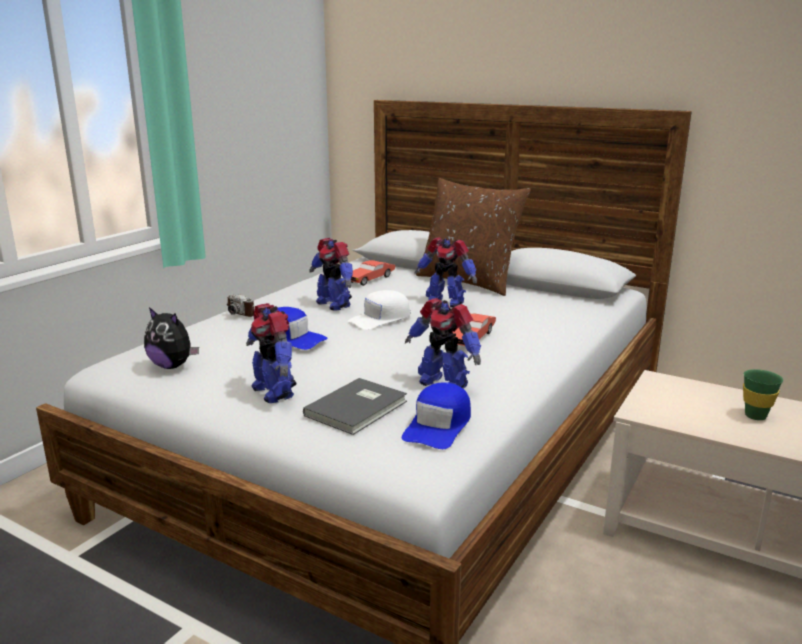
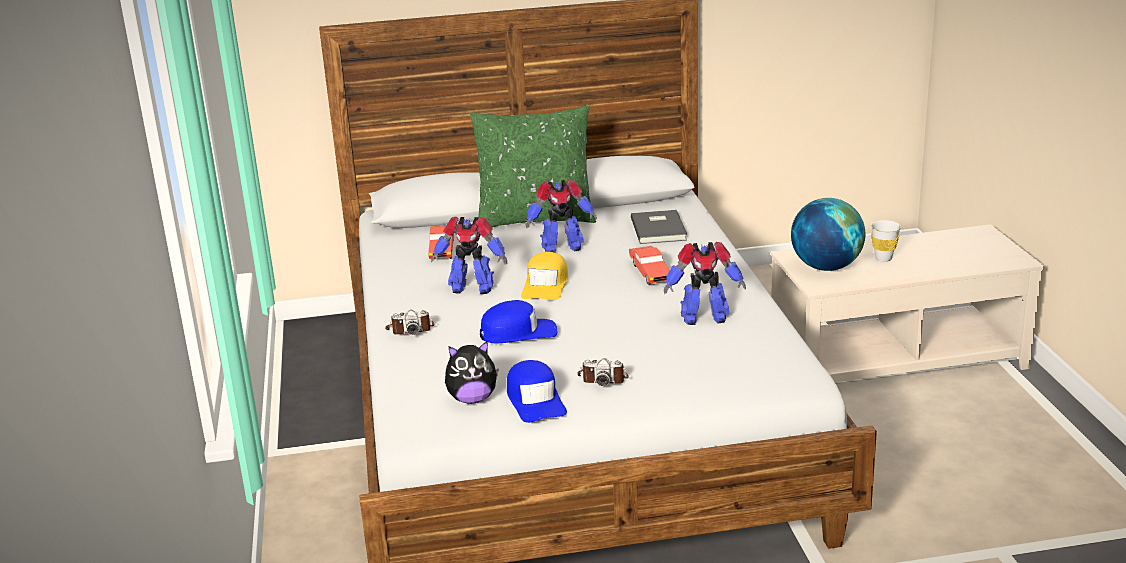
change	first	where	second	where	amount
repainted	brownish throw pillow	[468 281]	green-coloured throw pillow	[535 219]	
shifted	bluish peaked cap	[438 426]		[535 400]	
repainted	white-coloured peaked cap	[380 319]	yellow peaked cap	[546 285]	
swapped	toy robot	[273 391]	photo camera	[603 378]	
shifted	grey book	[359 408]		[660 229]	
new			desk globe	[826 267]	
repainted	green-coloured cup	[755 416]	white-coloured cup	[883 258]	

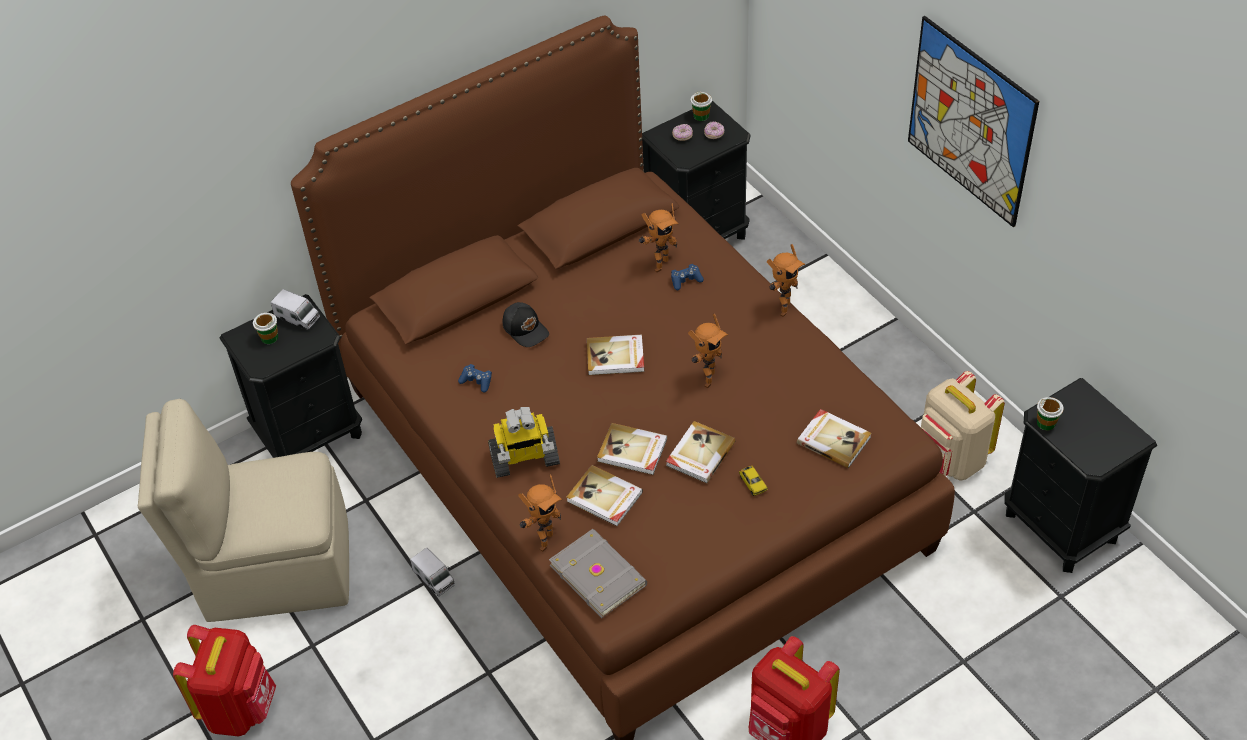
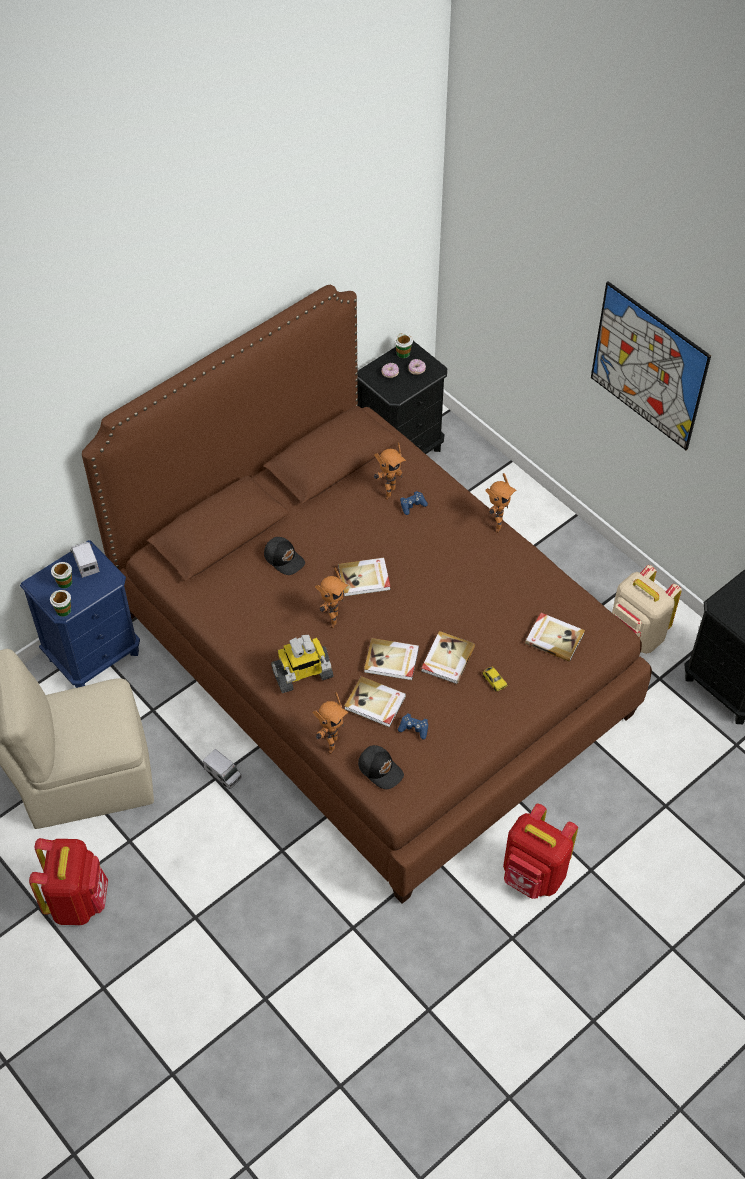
change	first	where	second	where	amount
repainted	black-coloured night table	[310 434]	bluish night table	[94 655]	
shifted	cup	[1046 423]		[63 610]	
rotated	toy lorry	[297 317]		[85 562]	135 degrees counterclockwise
shifted	toy robot	[706 379]		[331 620]	
swapped	grey book	[599 574]	black-coloured peaked cap	[380 769]	
shifted	bluish gamepad	[476 381]		[414 728]	

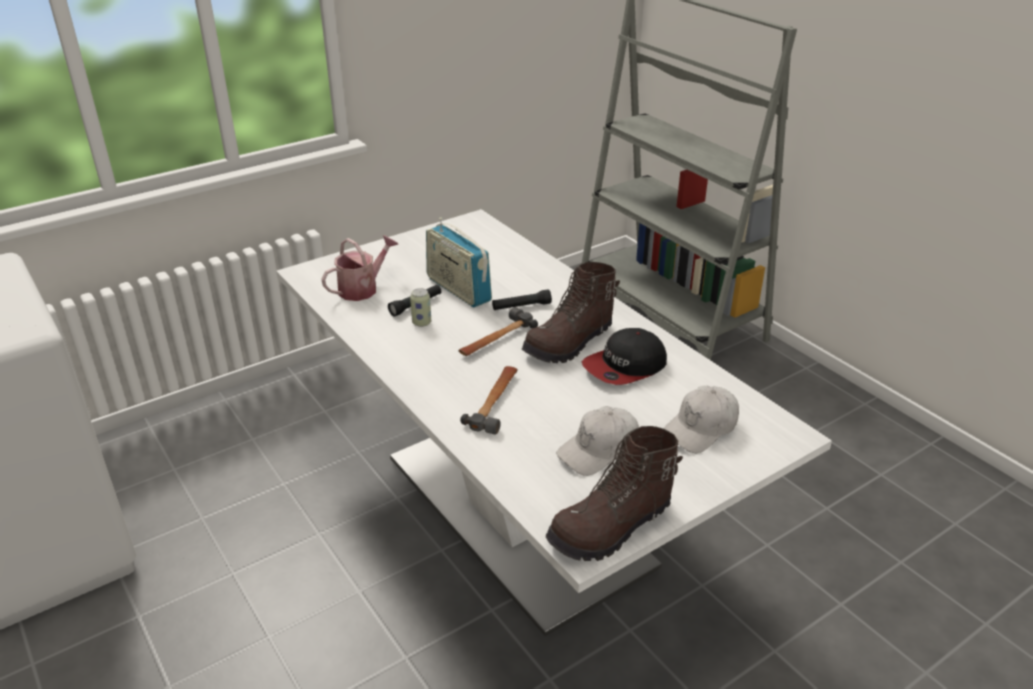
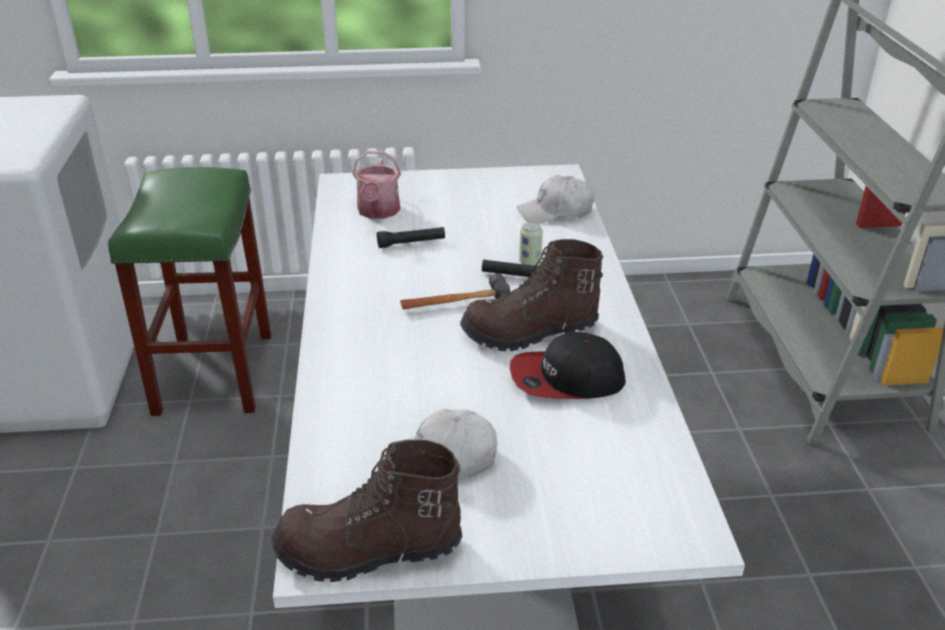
change	first	where	second	where	amount
new			green-coloured sitting stool	[213 372]	
rotated	watering pot	[362 288]		[378 212]	105 degrees clockwise
shifted	white-coloured peaked cap	[701 428]		[556 211]	
shifted	sealed can	[421 323]		[530 262]	
gone	radio receiver	[458 289]			
gone	hammer	[495 402]			

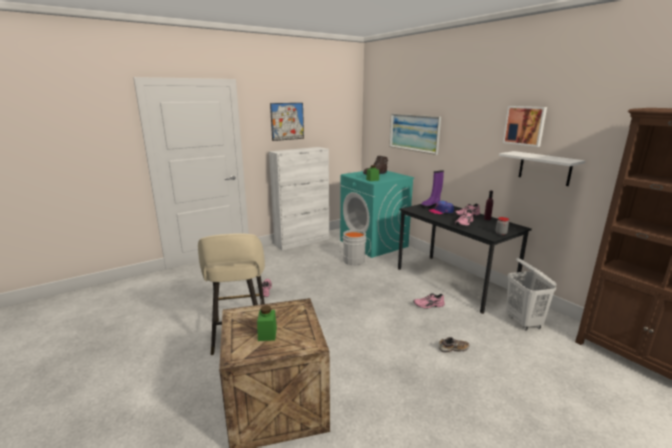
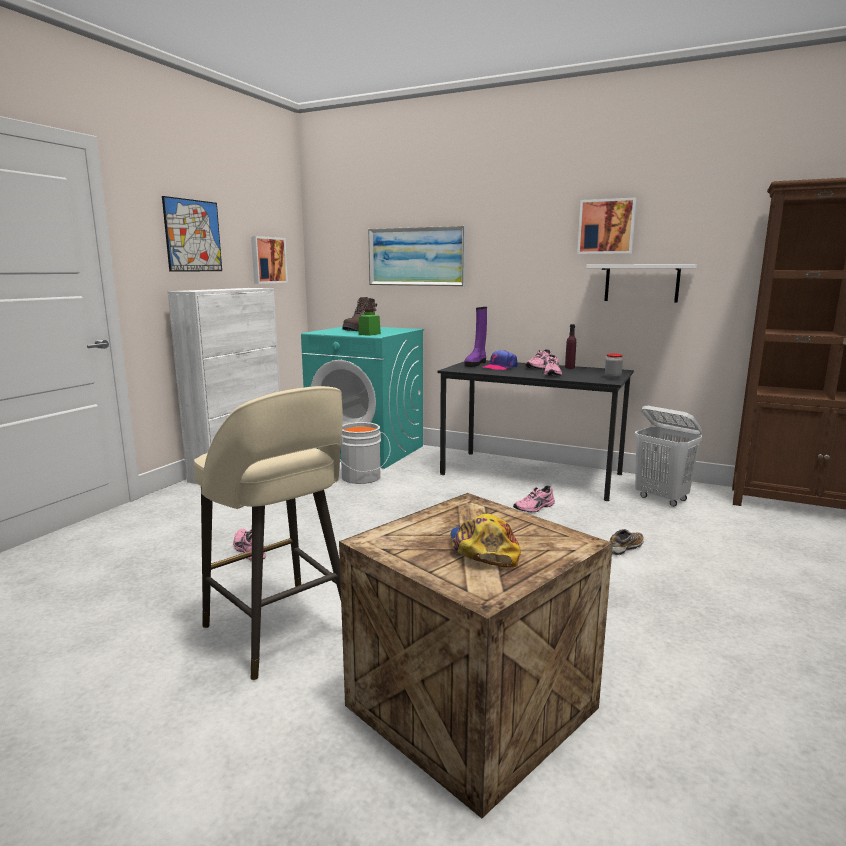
change	first	where	second	where	amount
new			picture	[267 260]	
swapped	green-coloured preserve jar	[267 334]	peaked cap	[483 550]	

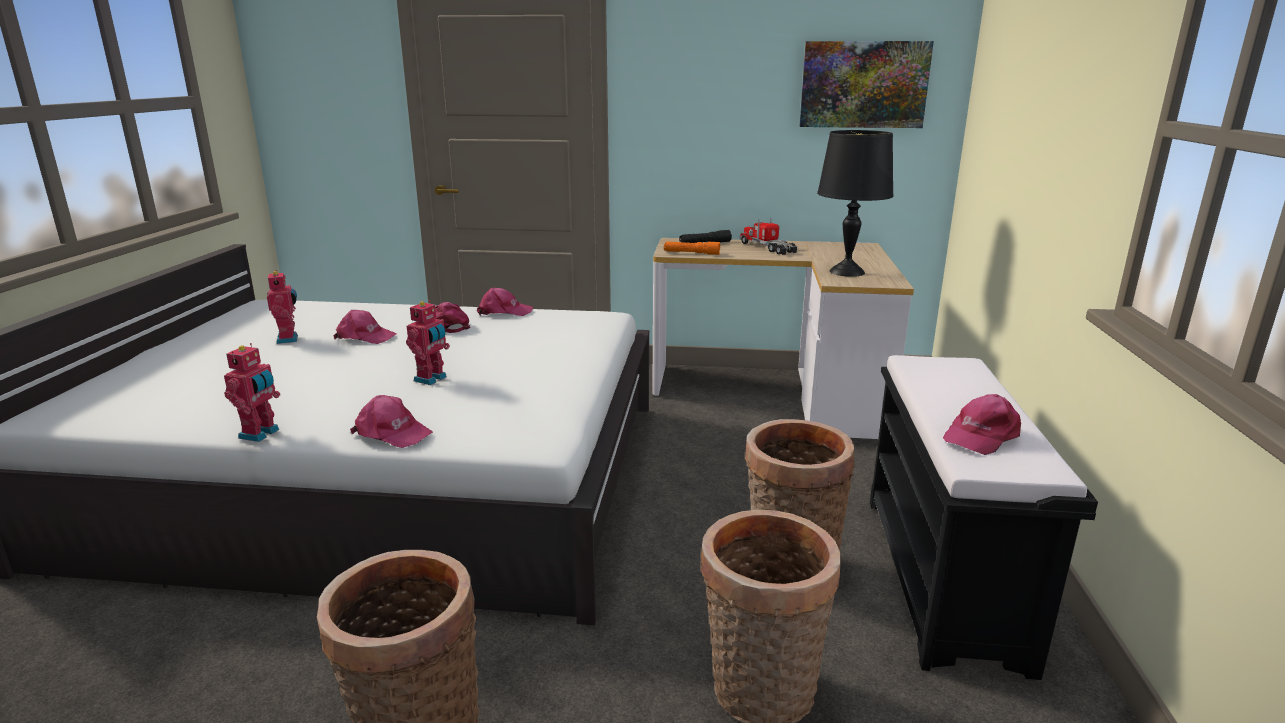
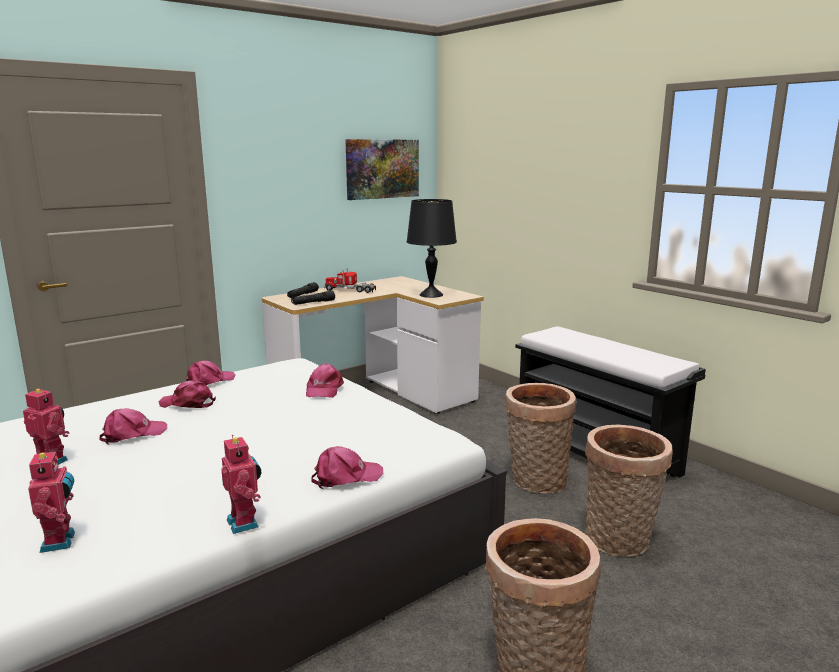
change	first	where	second	where	amount
shifted	toy robot	[432 379]		[61 541]	
repainted	orange-coloured torch	[691 253]	black-coloured torch	[313 303]	
shifted	pink-coloured peaked cap	[981 435]		[323 389]	

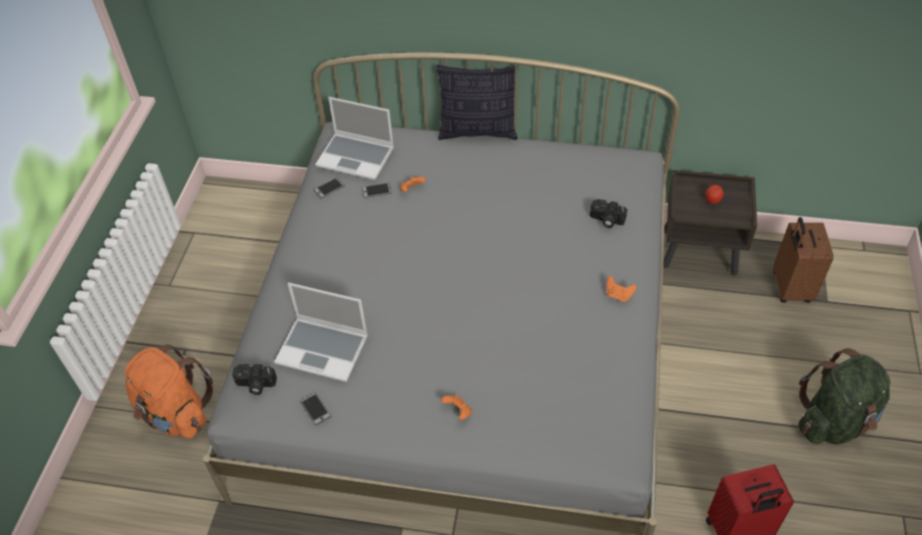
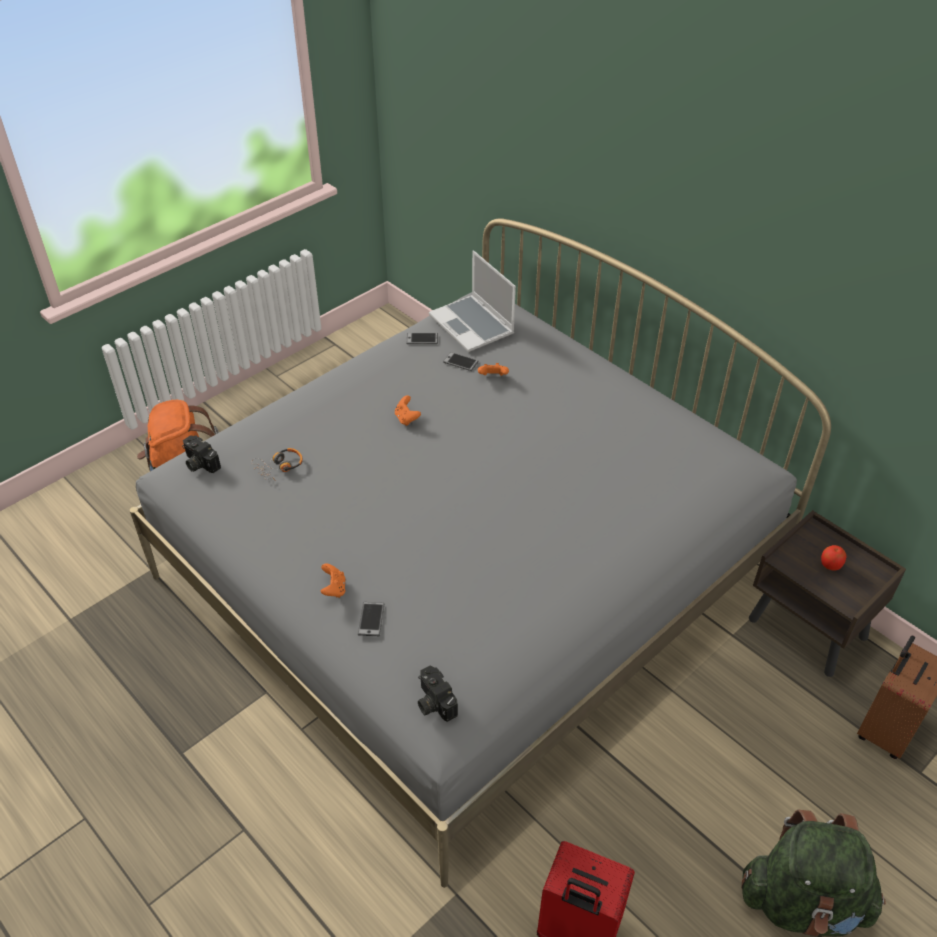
change	first	where	second	where	amount
swapped	notebook computer	[324 349]	headset	[279 467]	
shifted	telephone	[315 409]		[371 619]	
shifted	orange-coloured gamepad	[618 295]		[406 418]	
shifted	photo camera	[606 220]		[433 702]	
gone	throw pillow	[478 132]			

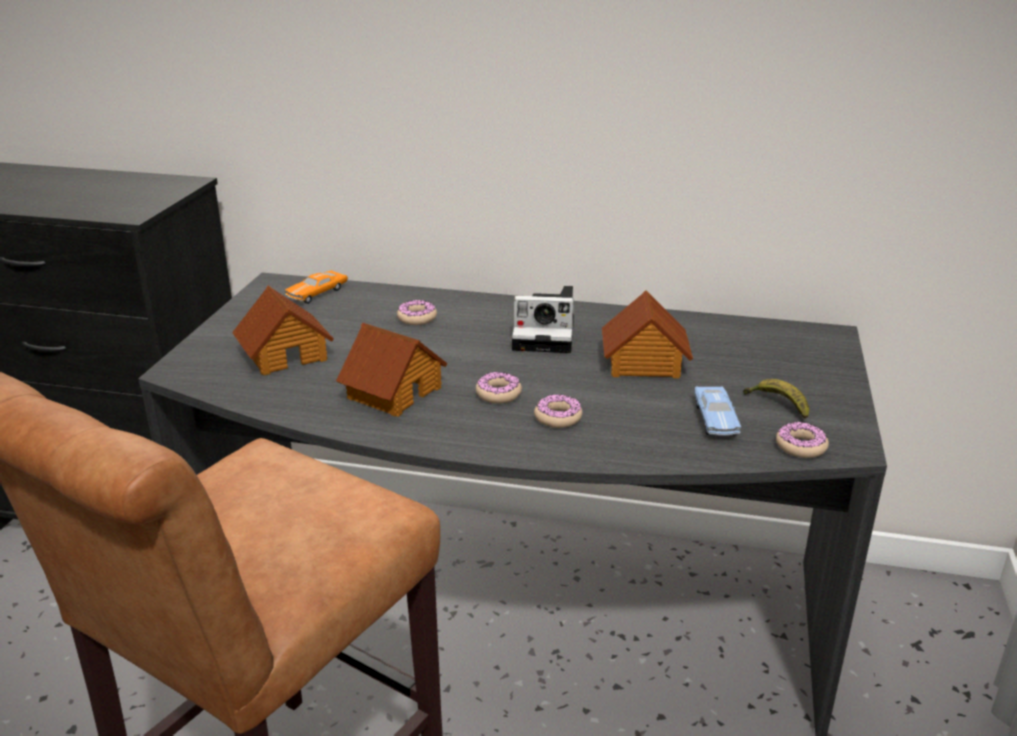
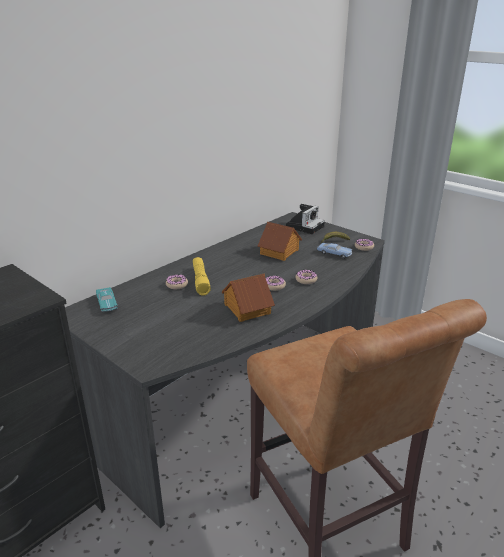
change	first	where	second	where	amount
repainted	orange-coloured toy car	[317 293]	turquoise-coloured toy car	[107 304]	
new			yellow torch	[200 280]	
shifted	photo camera	[547 335]		[305 226]	
gone	miniature house	[285 354]			

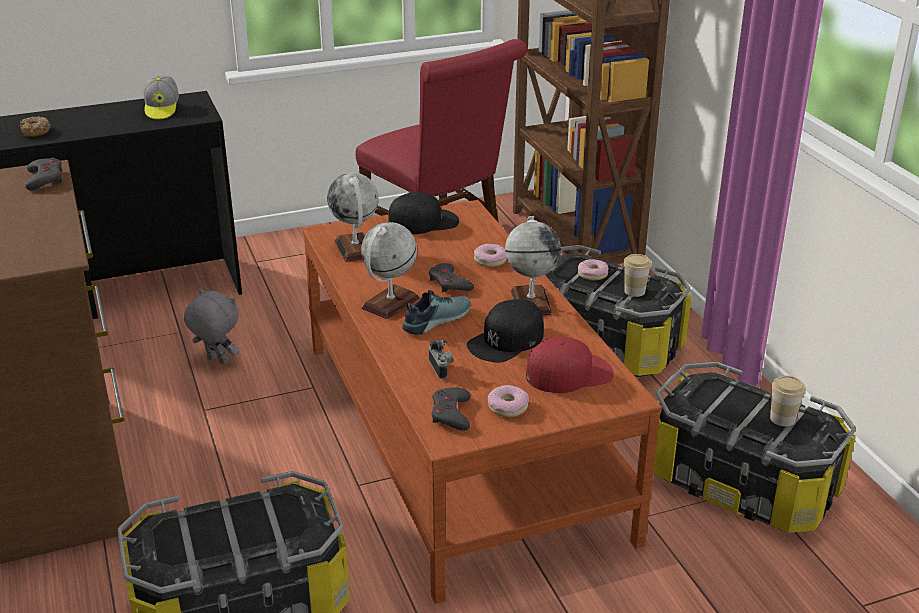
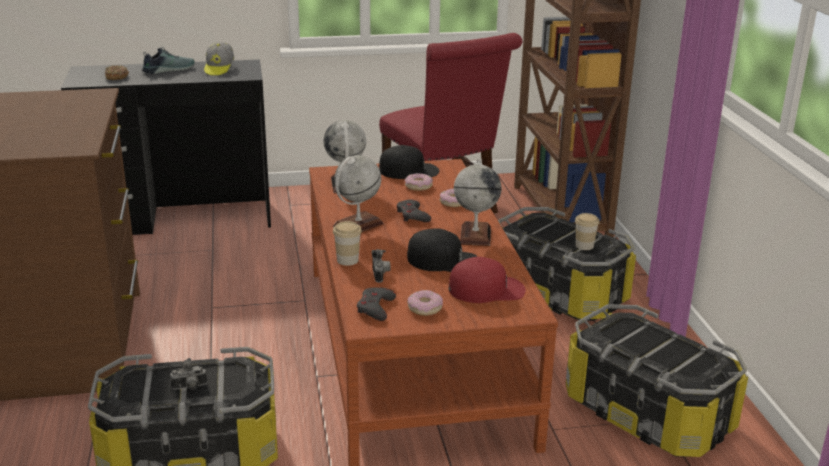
change	first	where	second	where	amount
shifted	shoe	[435 319]		[168 69]	
new			photo camera	[190 388]	
shifted	cup	[782 419]		[347 260]	
shifted	ring doughnut	[592 274]		[418 186]	
rotated	black-coloured peaked cap	[506 340]		[443 260]	135 degrees counterclockwise
gone	grey gamepad	[45 179]			
gone	grey soft toy	[216 361]			

